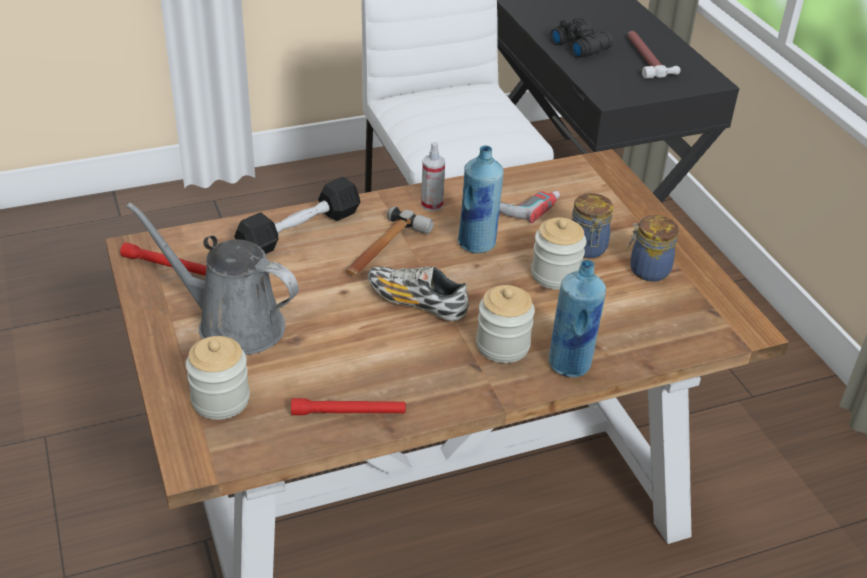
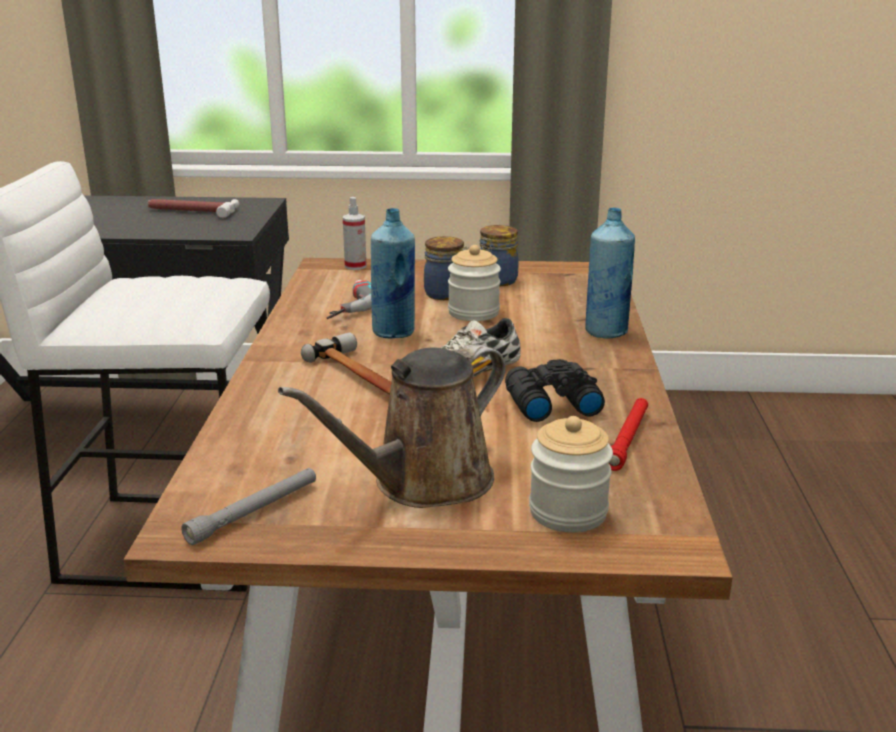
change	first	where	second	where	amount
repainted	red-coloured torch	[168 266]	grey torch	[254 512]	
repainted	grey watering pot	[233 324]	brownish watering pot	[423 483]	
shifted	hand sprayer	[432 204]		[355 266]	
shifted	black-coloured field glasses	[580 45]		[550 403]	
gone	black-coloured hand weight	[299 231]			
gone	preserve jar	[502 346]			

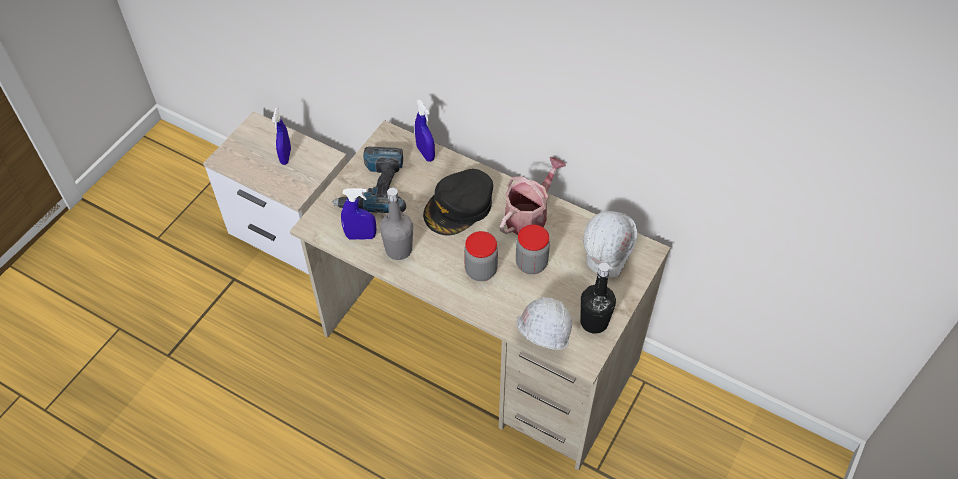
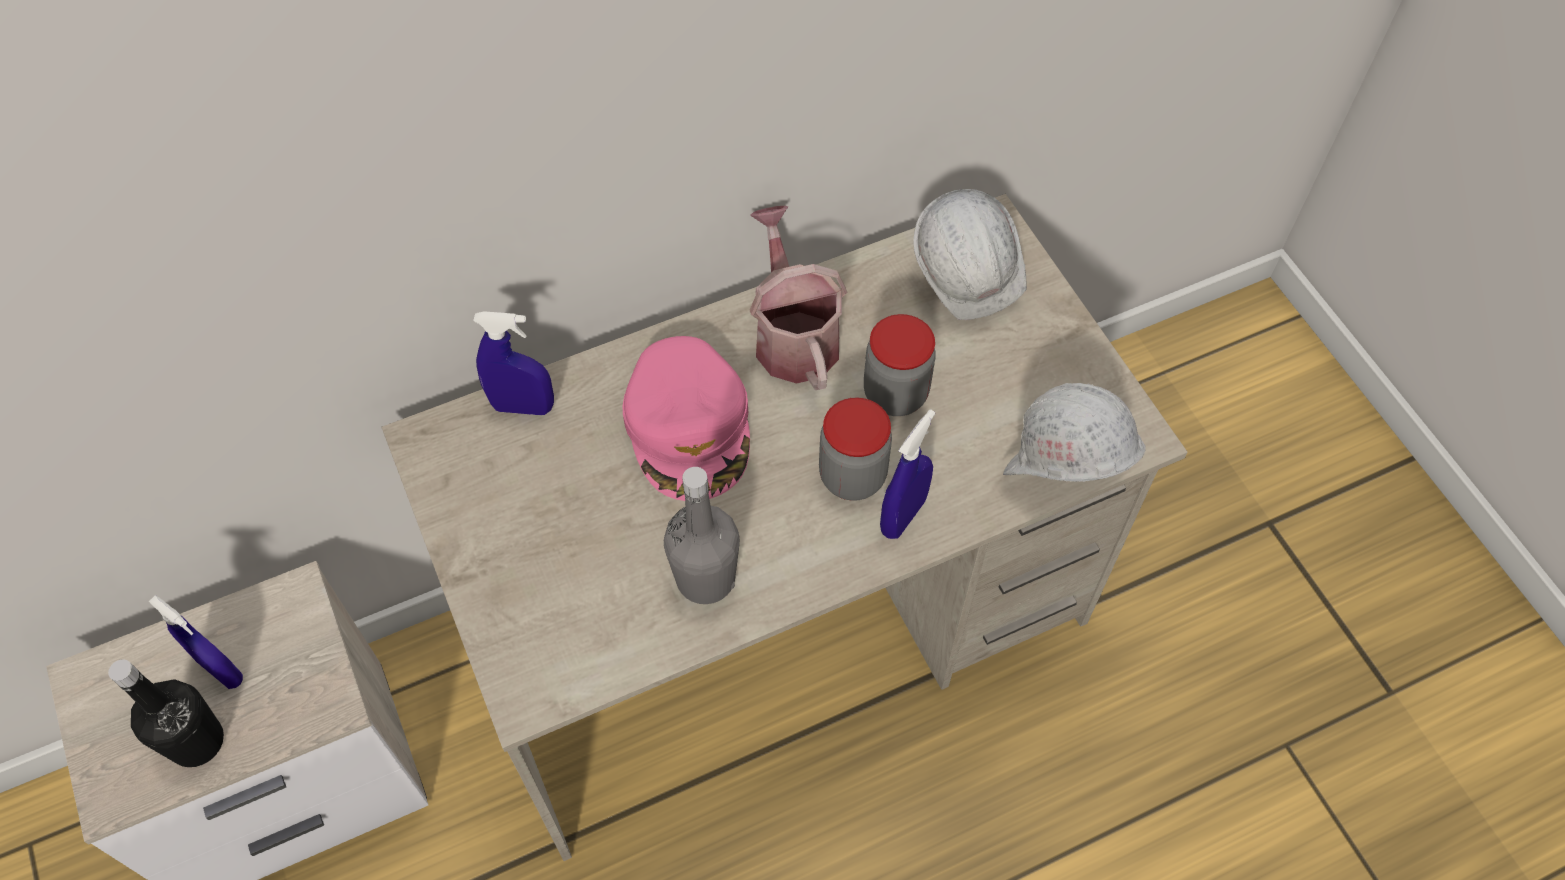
change	first	where	second	where	amount
shifted	black-coloured beverage bottle	[594 322]		[197 741]	
repainted	black-coloured peaked cap	[459 207]	pink-coloured peaked cap	[690 427]	
shifted	bluish hand sprayer	[361 236]		[903 516]	
gone	power drill	[373 187]			

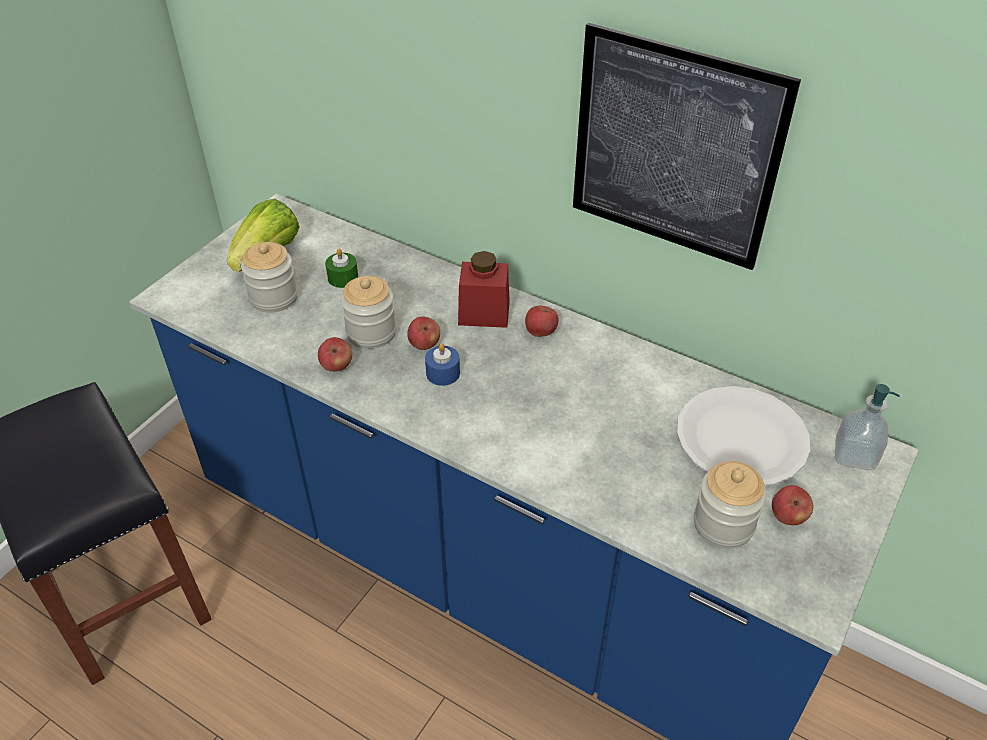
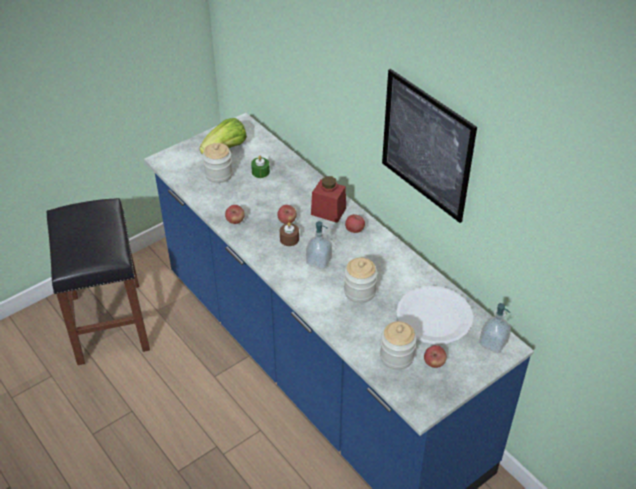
change	first	where	second	where	amount
repainted	bluish wax candle	[443 373]	brownish wax candle	[289 239]	
new			liquid soap bottle	[319 261]	
shifted	preserve jar	[371 332]		[359 291]	

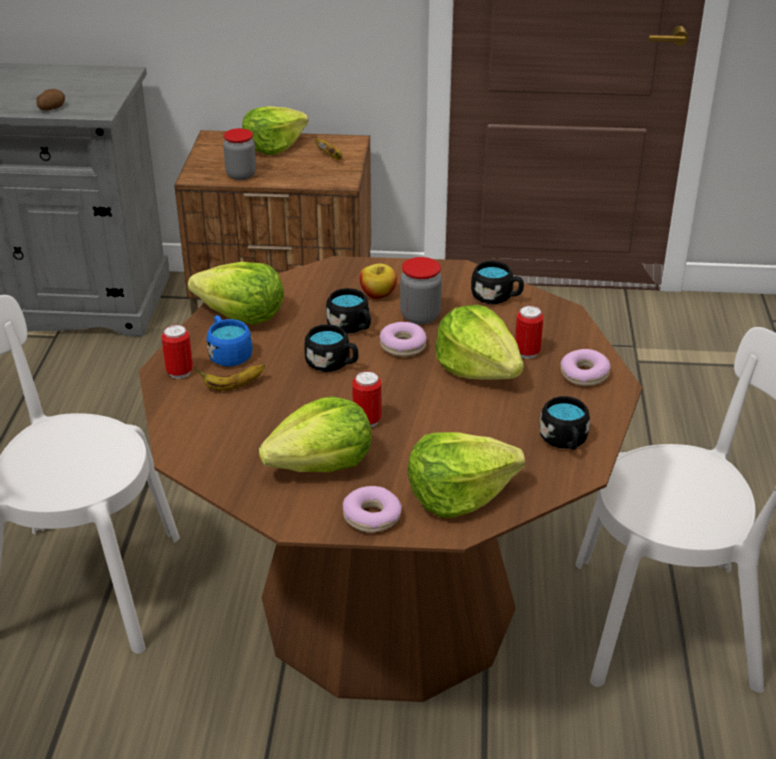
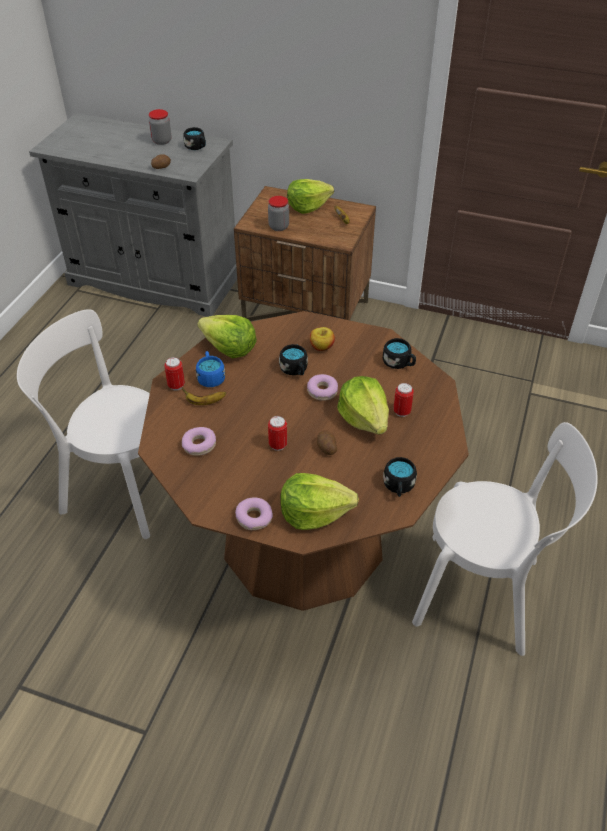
change	first	where	second	where	amount
shifted	preserve jar	[420 316]		[161 141]	
shifted	ring doughnut	[584 374]		[199 445]	
shifted	black-coloured coffee mug	[333 364]		[197 147]	
new			spud	[326 448]	
gone	lettuce	[322 464]			

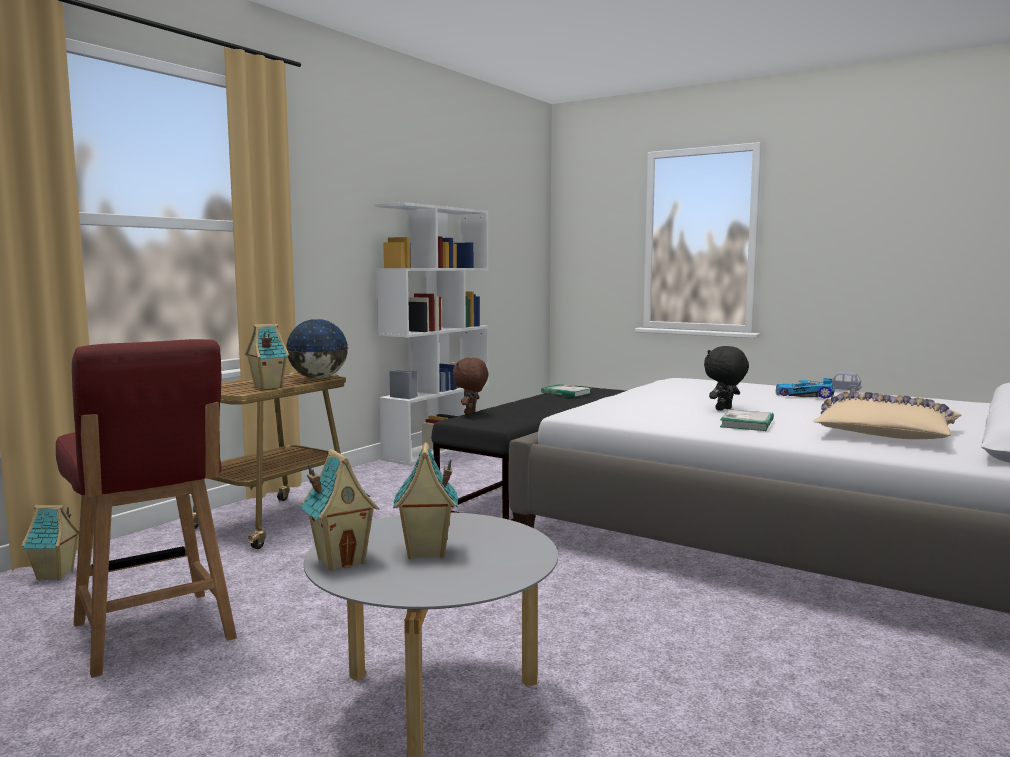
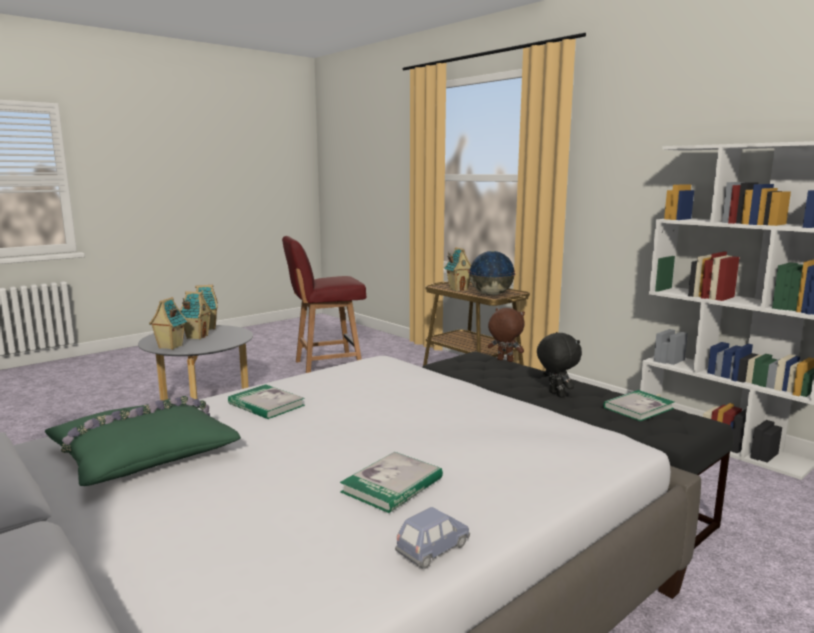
change	first	where	second	where	amount
repainted	sand-coloured throw pillow	[885 434]	green-coloured throw pillow	[143 452]	
shifted	miniature house	[55 575]		[170 347]	
swapped	toy car	[804 395]	book	[392 485]	
shifted	black-coloured soft toy	[724 409]		[556 394]	

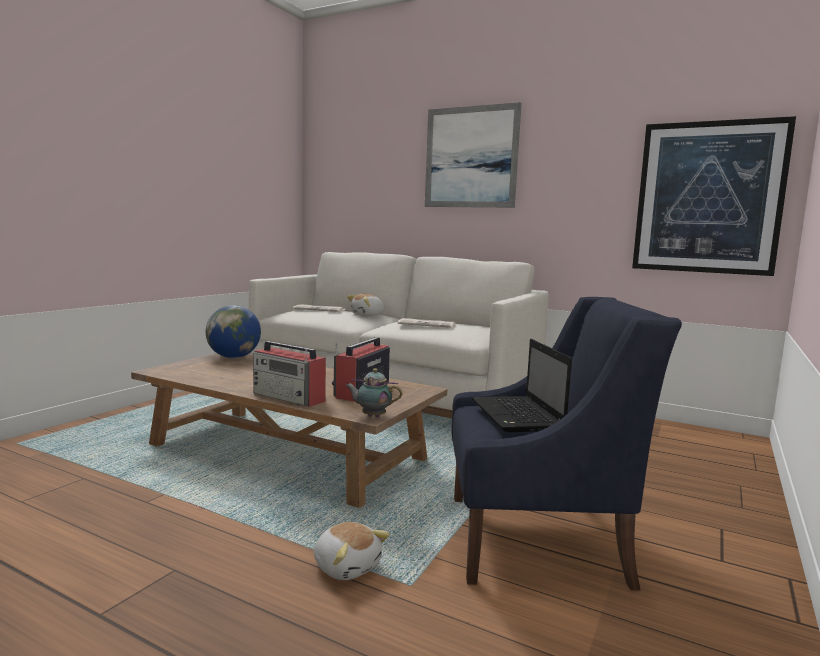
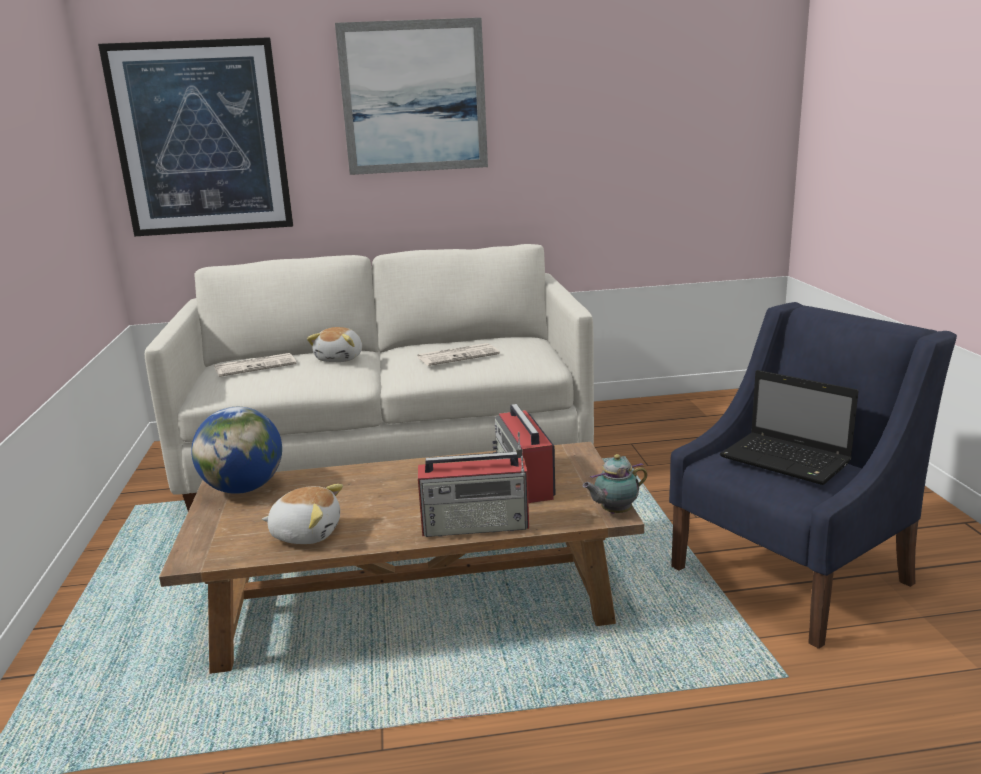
change	first	where	second	where	amount
shifted	picture	[708 198]		[201 139]	
shifted	soft toy	[347 566]		[306 533]	

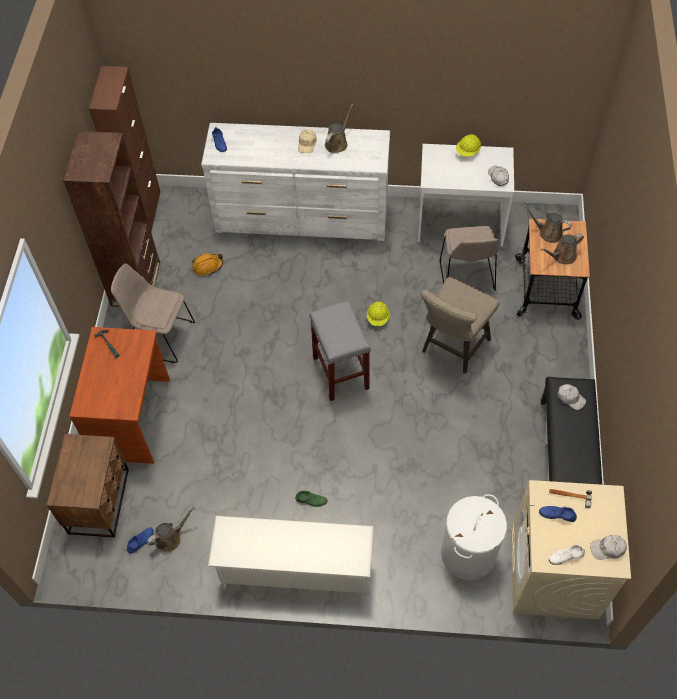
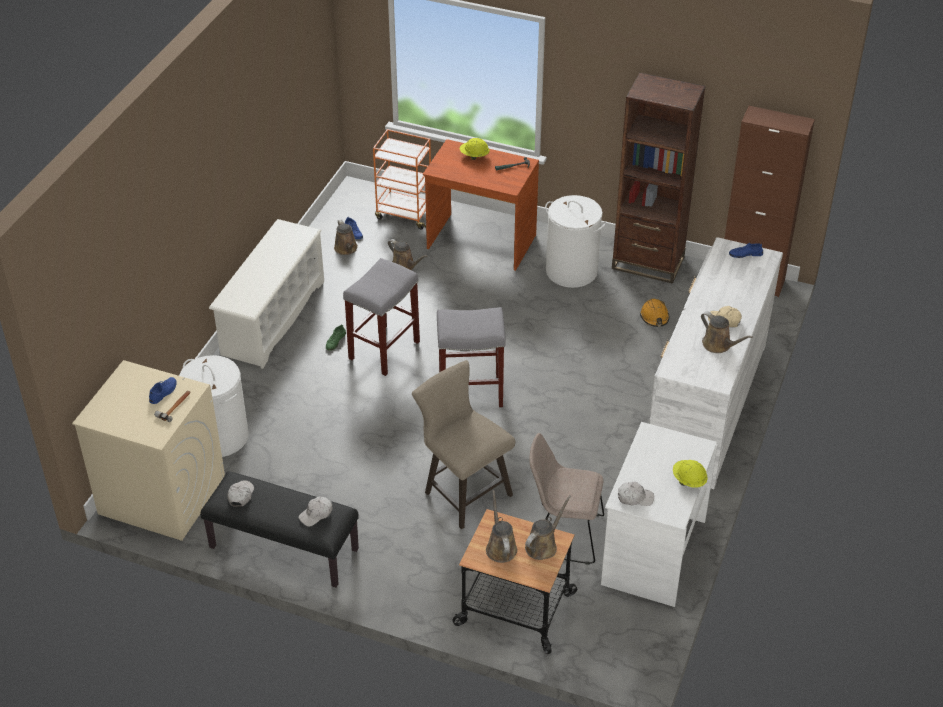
change	first	where	second	where	amount
shifted	white-coloured peaked cap	[607 549]		[240 495]	
new			grey sitting stool	[384 351]	
swapped	brownish night table	[100 501]	orange-coloured cart	[405 214]	
new			brownish watering pot	[404 266]	
shifted	yellow safety helmet	[378 318]		[474 156]	
swapped	sand-coloured chair	[160 336]	white-coloured washing basket	[572 271]	
gone	white-coloured shoe	[566 556]			

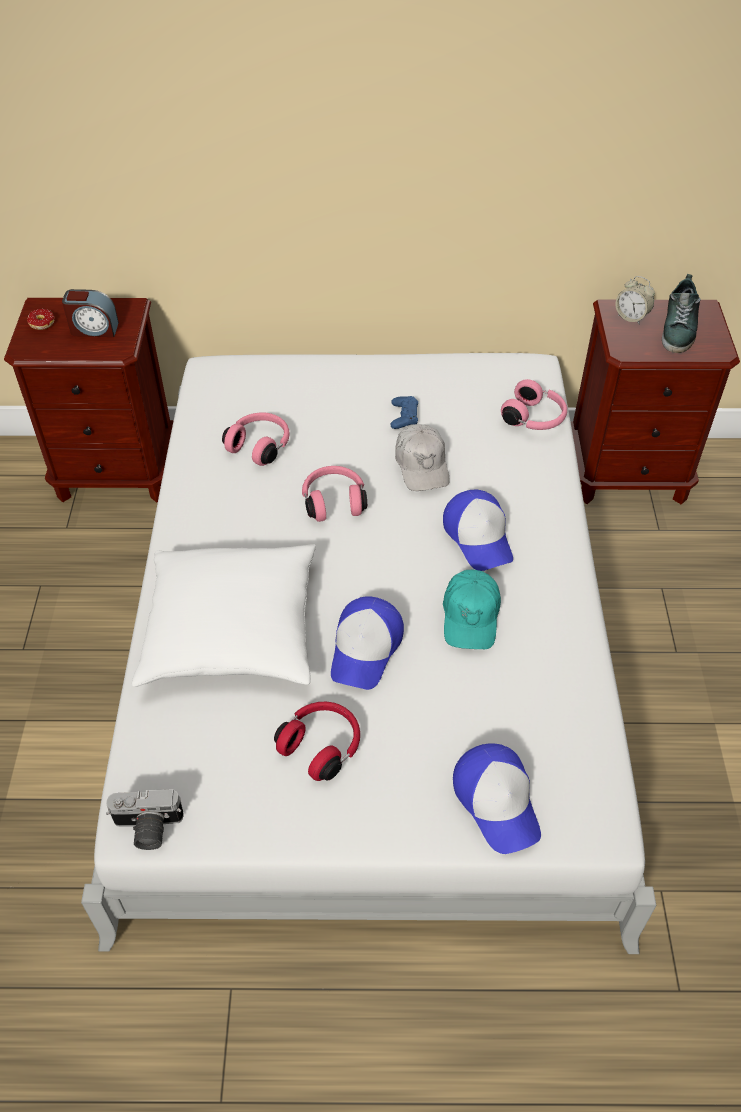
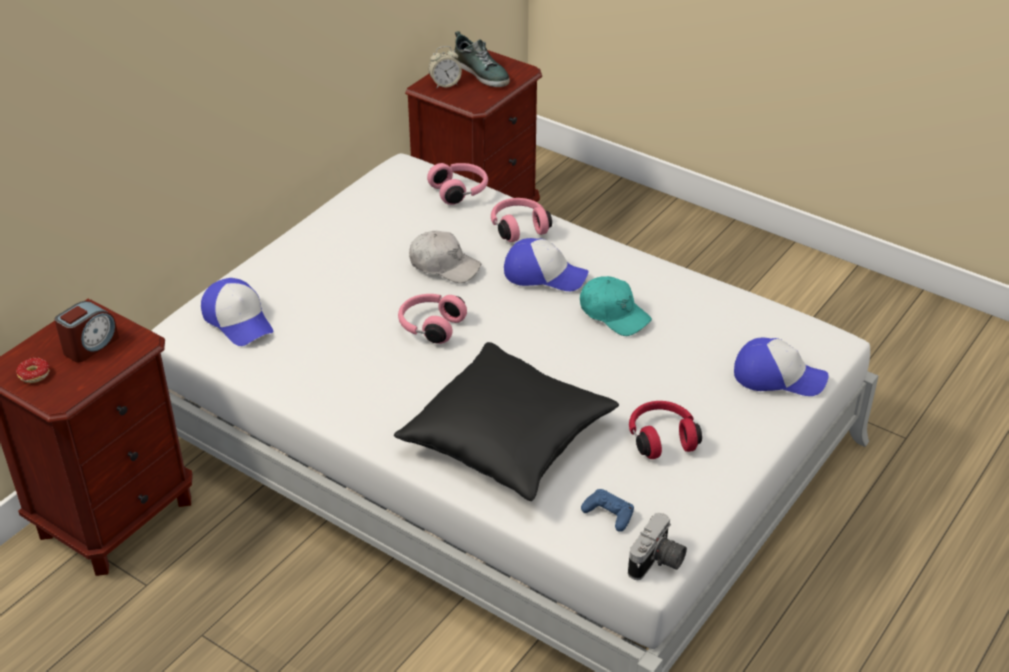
change	first	where	second	where	amount
shifted	peaked cap	[366 648]		[239 320]	
repainted	white-coloured throw pillow	[232 631]	black-coloured throw pillow	[507 440]	
shifted	pink-coloured headset	[260 445]		[518 227]	
shifted	bluish gamepad	[404 416]		[609 514]	

